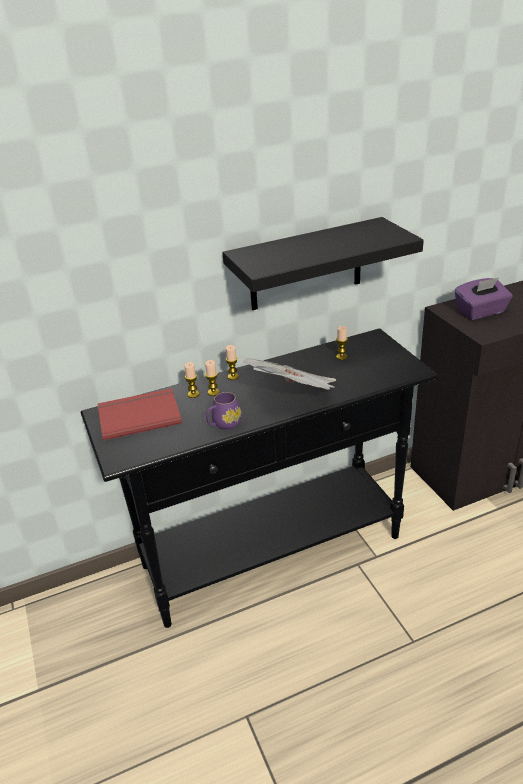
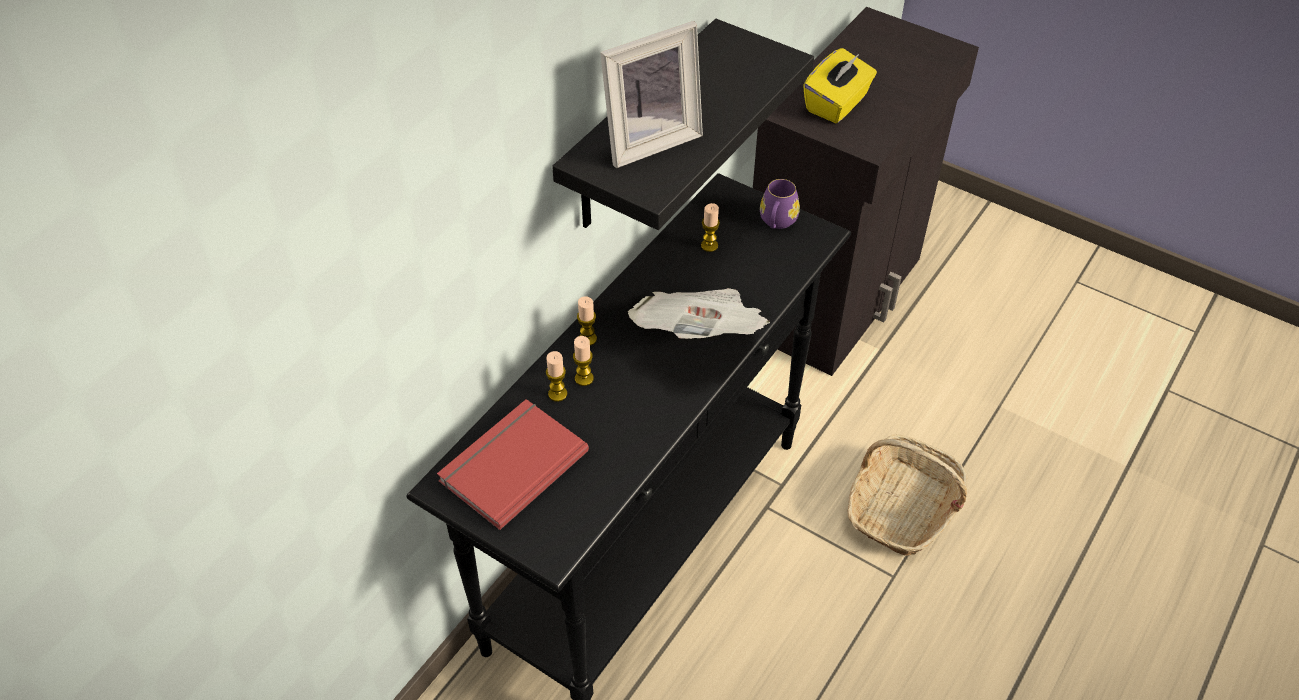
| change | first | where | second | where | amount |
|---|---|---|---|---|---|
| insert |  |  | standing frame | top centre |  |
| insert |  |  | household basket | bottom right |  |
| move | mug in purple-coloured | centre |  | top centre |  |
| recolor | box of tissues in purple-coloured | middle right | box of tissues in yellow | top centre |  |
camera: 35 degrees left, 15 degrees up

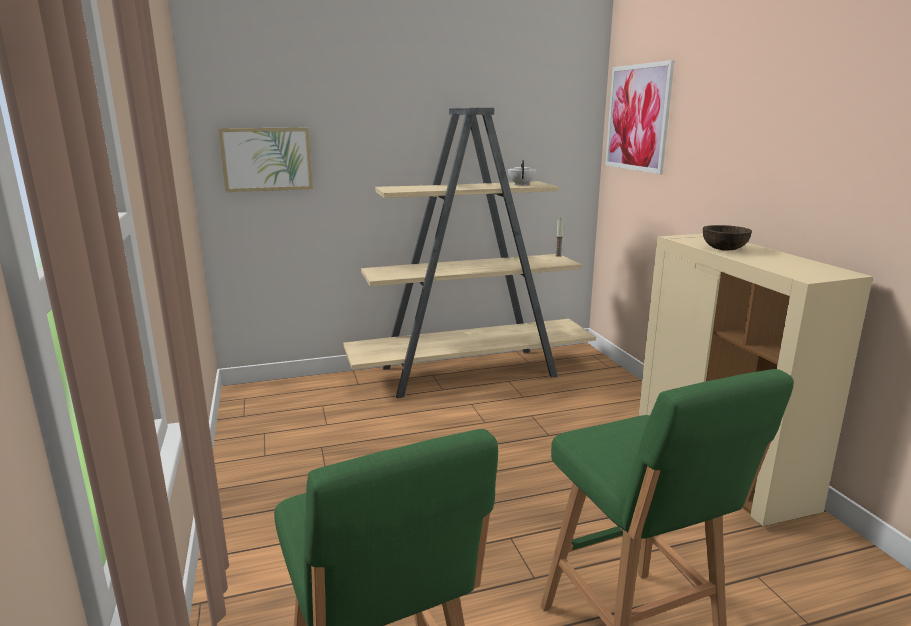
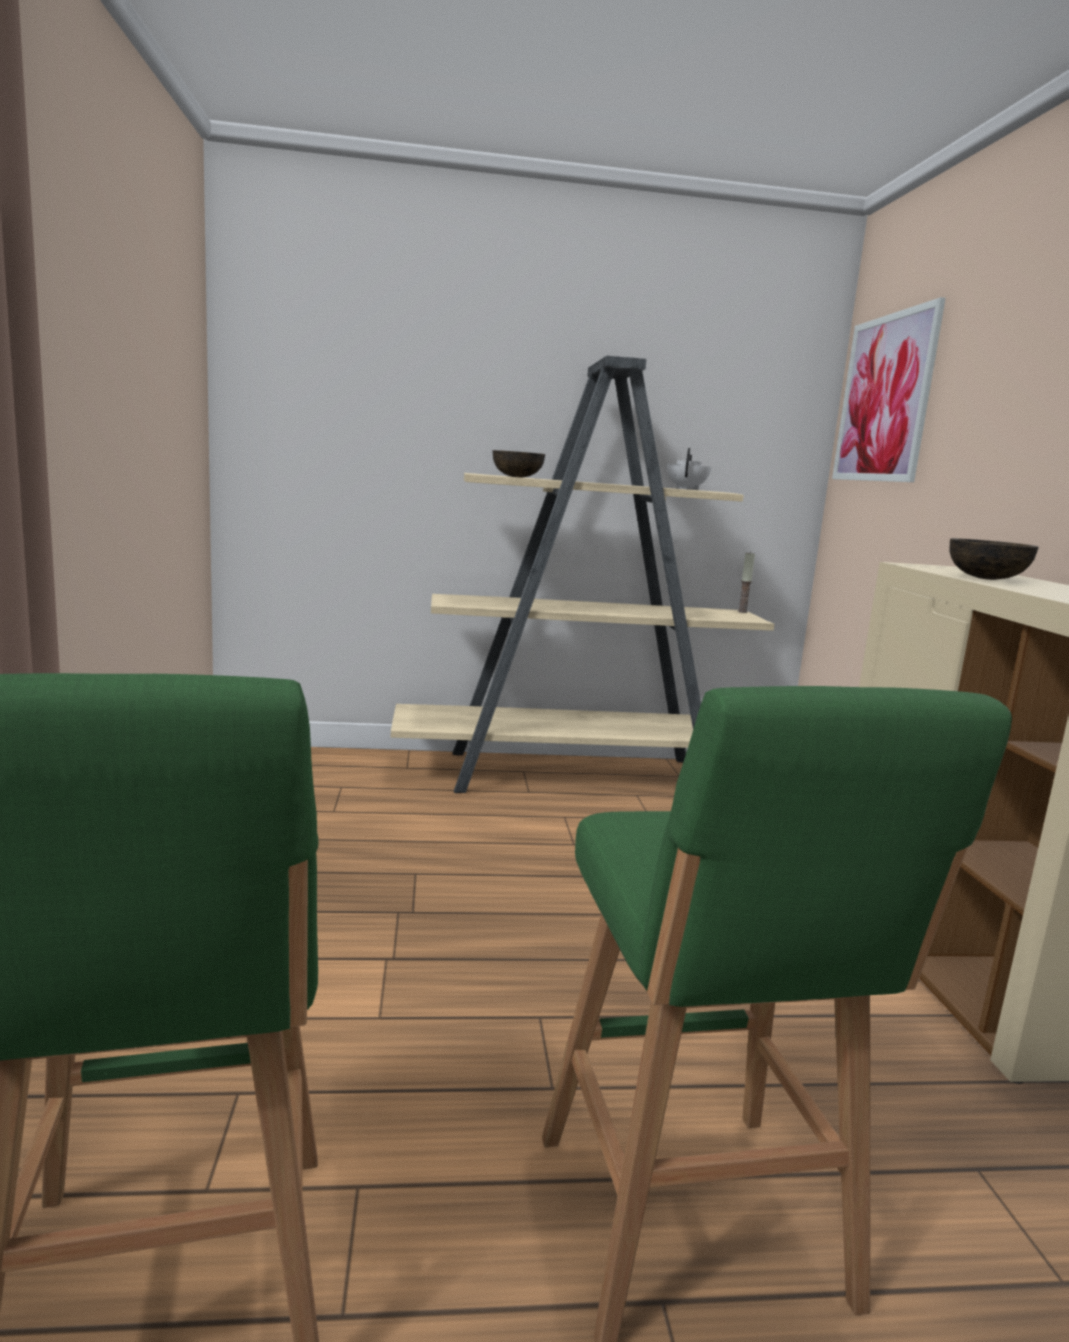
| change | first | where | second | where | amount |
|---|---|---|---|---|---|
| delete | wall picture (1st from left) | top left |  |  |  |
| insert |  |  | deep dish in brownish (1st from left) | centre |  |
camera: 10 degrees right, 5 degrees down

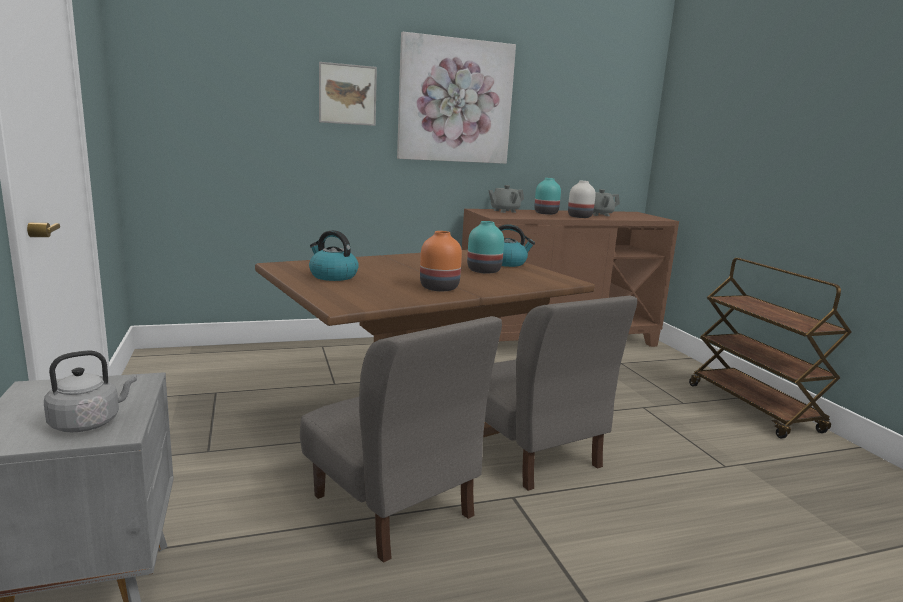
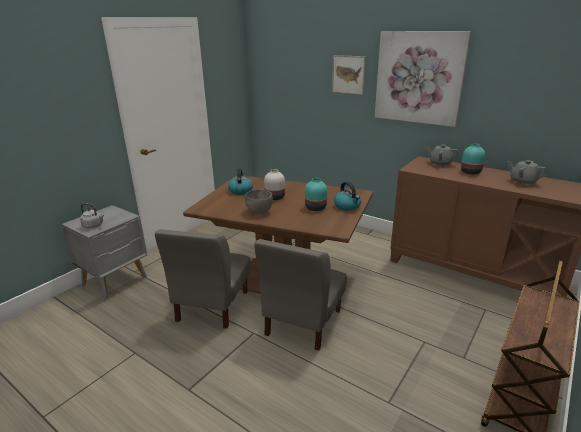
| change | first | where | second | where | amount |
|---|---|---|---|---|---|
| move | decorative vase in white | top centre |  | centre |  |
| replace | decorative vase in orangey | centre | deep dish in grey | centre |  |
camera: 55 degrees right, 10 degrees up

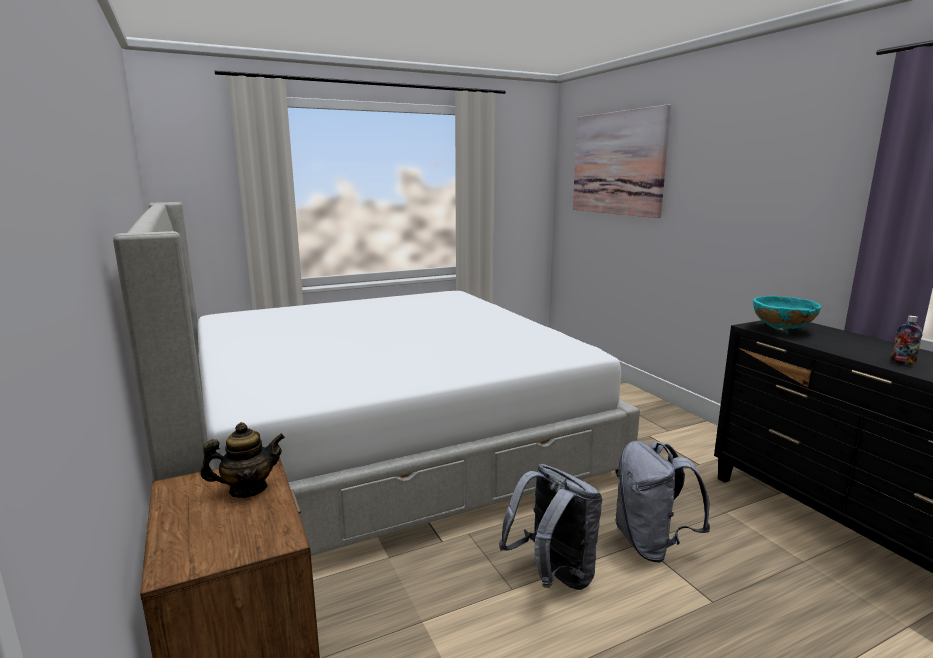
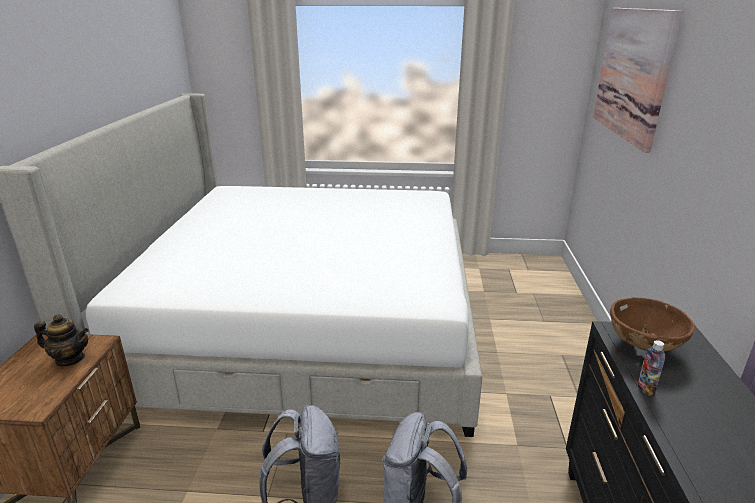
| change | first | where | second | where | amount |
|---|---|---|---|---|---|
| move | bottle | middle right |  | bottom right |  |
| recolor | deep dish in blue-green | middle right | deep dish in brownish | middle right |  |
camera: 30 degrees right, 10 degrees up

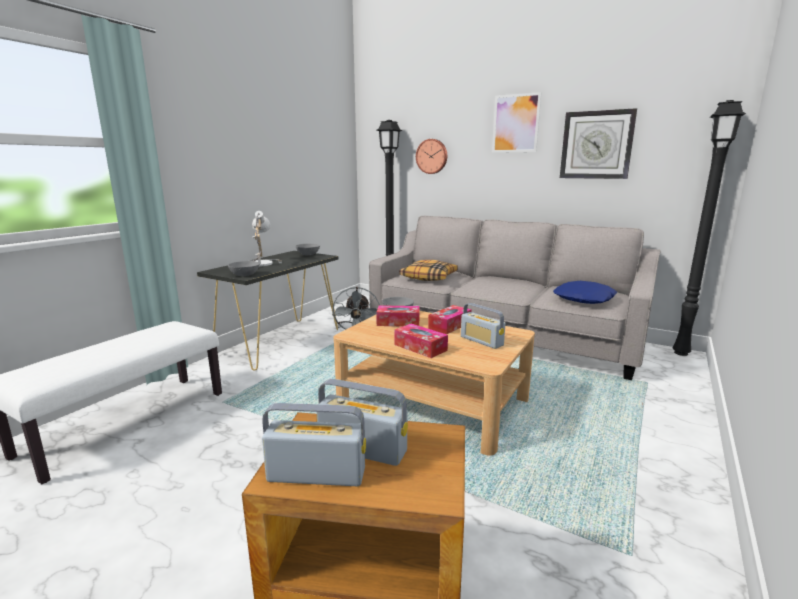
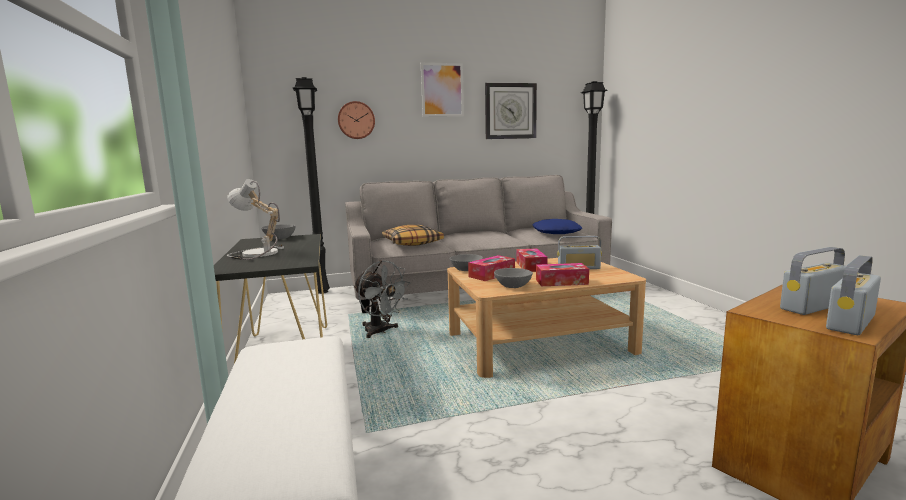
| change | first | where | second | where | amount |
|---|---|---|---|---|---|
| move | deep dish in grey (1st from left in the first image) | middle left | deep dish in grey (3rd from left) | centre |  |
camera: 45 degrees left, 5 degrees down

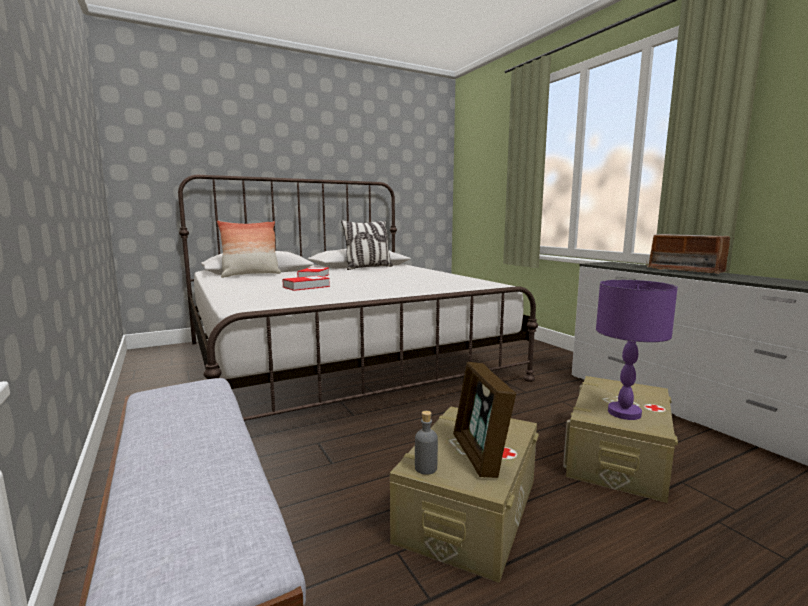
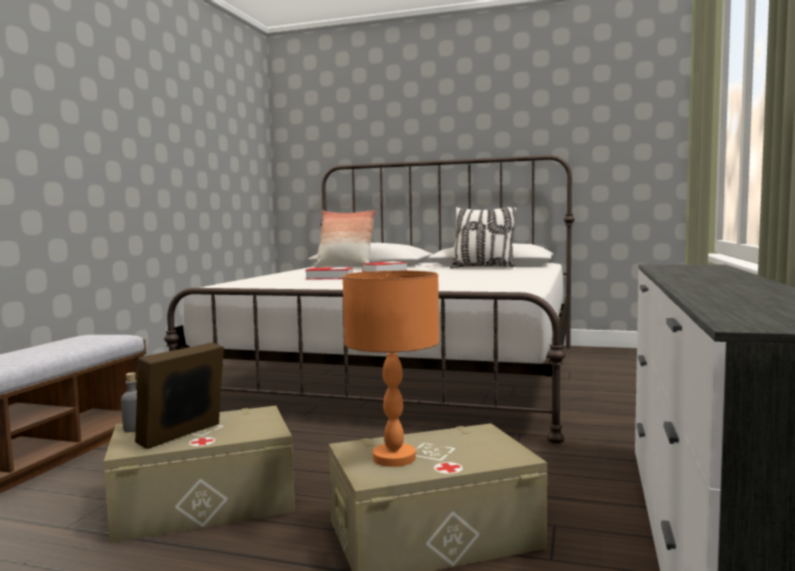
| change | first | where | second | where | amount |
|---|---|---|---|---|---|
| delete | radio receiver | middle right |  |  |  |
| recolor | tabletop lamp in purple-coloured | middle right | tabletop lamp in orangey | centre |  |
camera: 45 degrees right, 5 degrees down

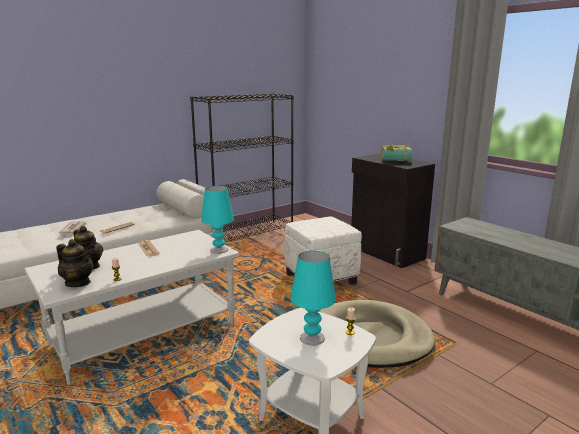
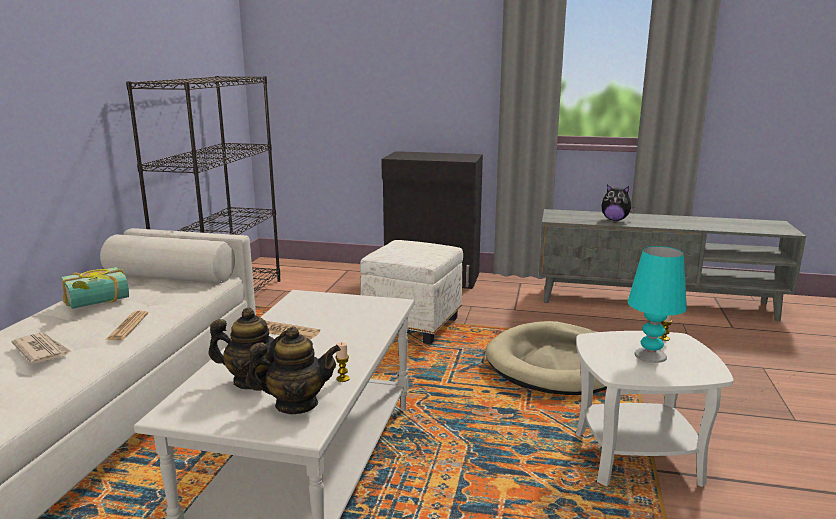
| change | first | where | second | where | amount |
|---|---|---|---|---|---|
| delete | tabletop lamp in blue-green (1st from left) | centre |  |  |  |
| insert |  |  | cuddly toy | middle right |  |
| move | volume | middle right |  | middle left |  |
camera: 40 degrees left, 0 degrees up

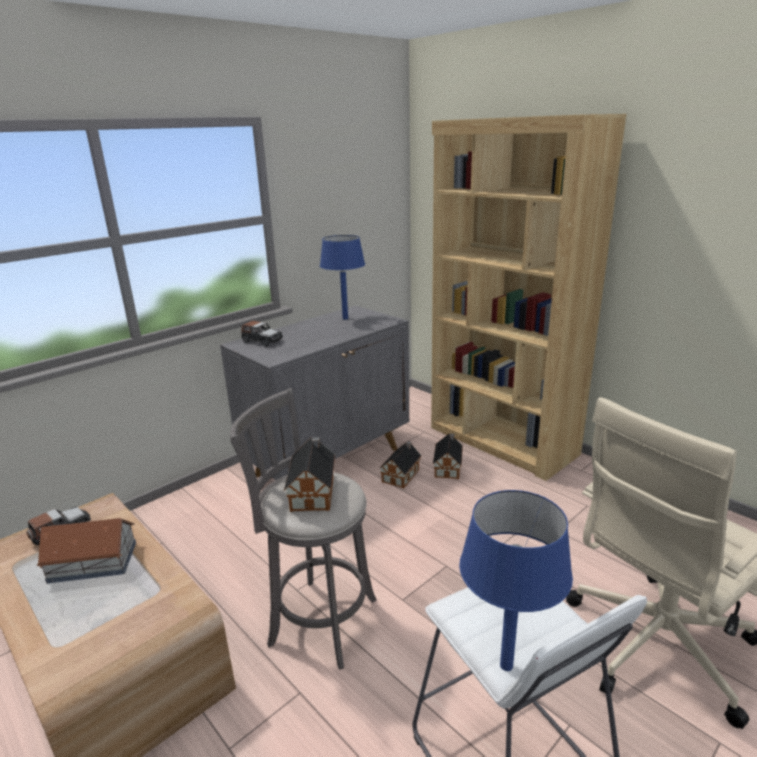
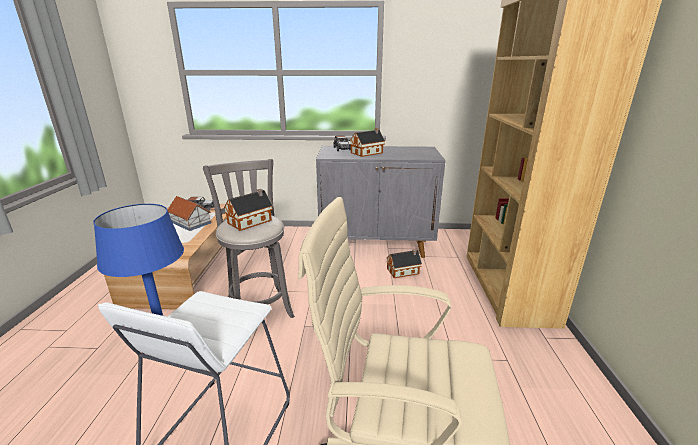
| change | first | where | second | where | amount |
|---|---|---|---|---|---|
| delete | tabletop lamp in blue (1st from left) | centre |  |  |  |
| move | miniature house (4th from left in the first image) | centre | miniature house (3rd from left) | top centre |  |
camera: 45 degrees right, 0 degrees up

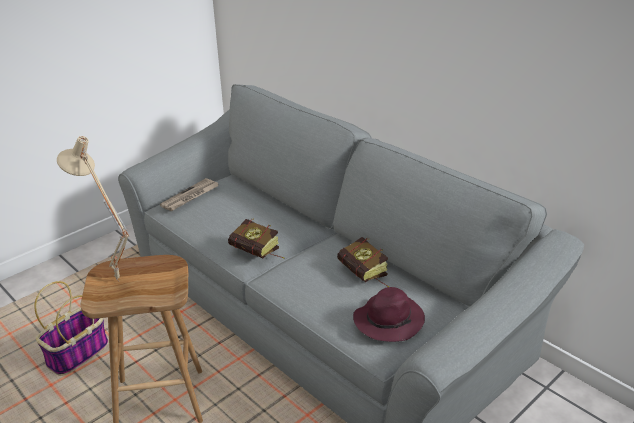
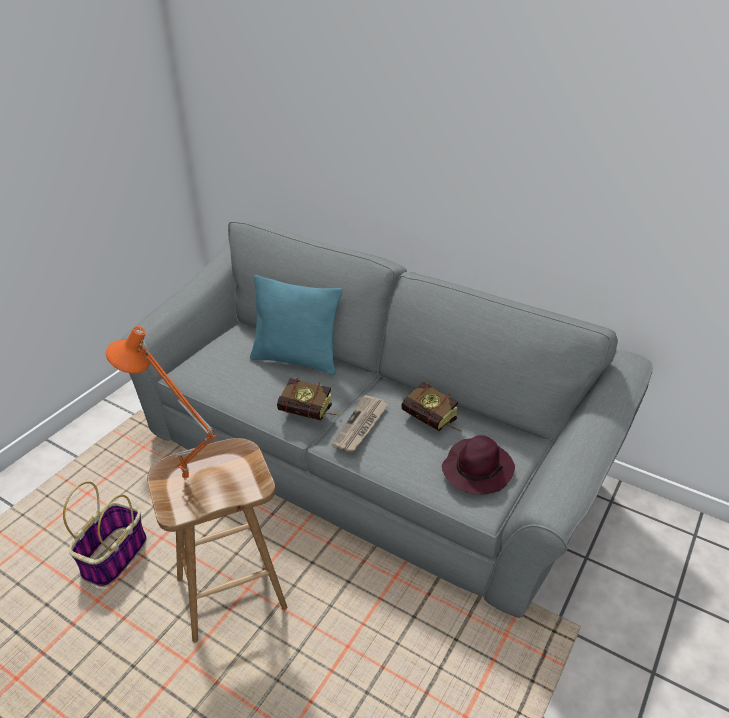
| change | first | where | second | where | amount |
|---|---|---|---|---|---|
| insert |  |  | cushion in blue-green | centre |  |
| move | printed paper | middle left |  | centre |  |
| recolor | tabletop lamp in beige-coloured | middle left | tabletop lamp in orangey | middle left |  |
camera: 15 degrees left, 5 degrees up

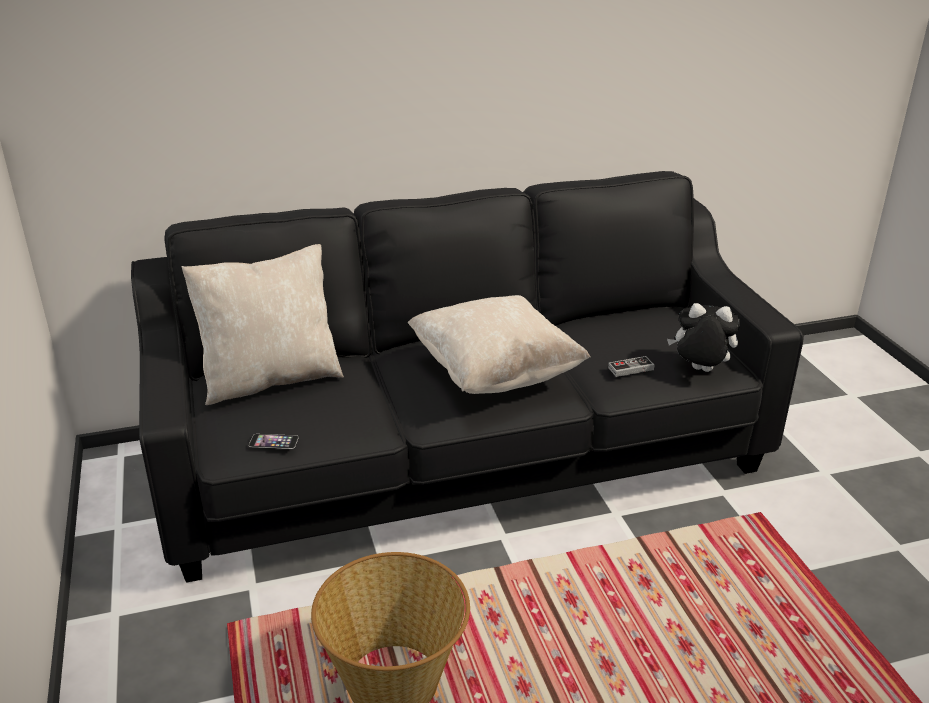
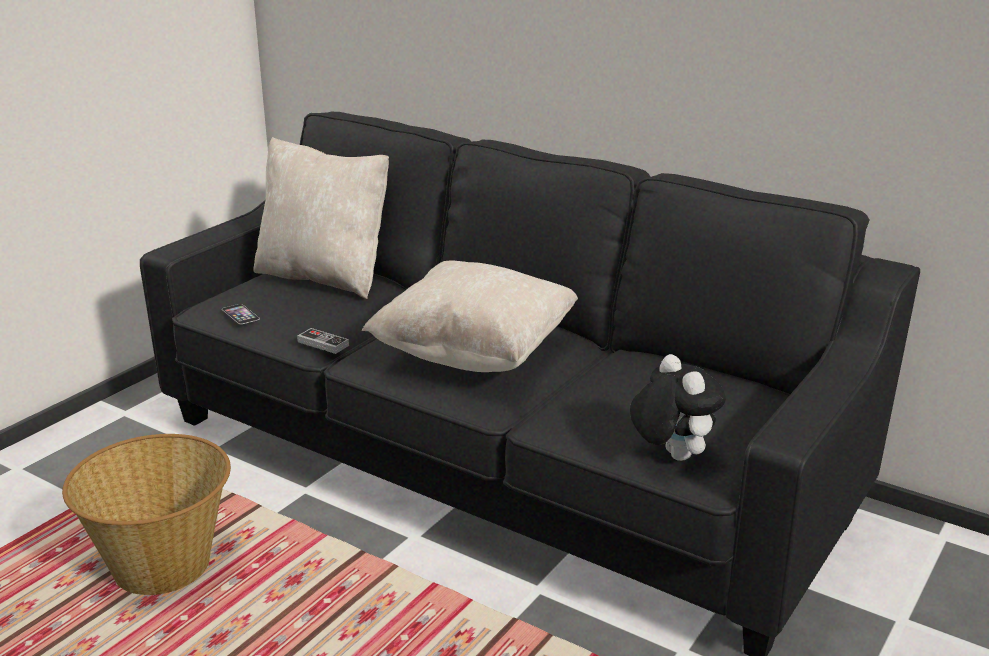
| change | first | where | second | where | amount |
|---|---|---|---|---|---|
| move | joypad | middle right |  | middle left |  |
camera: 50 degrees right, 5 degrees down

